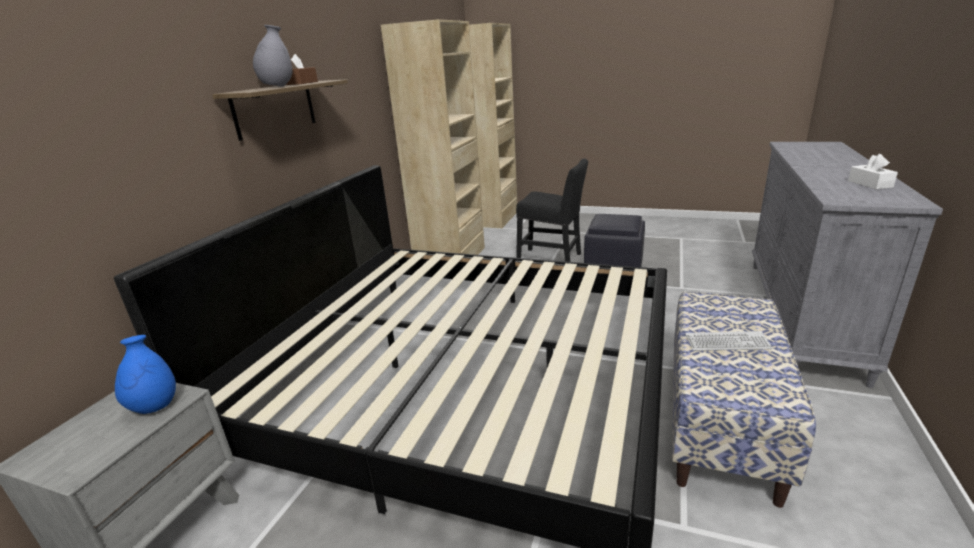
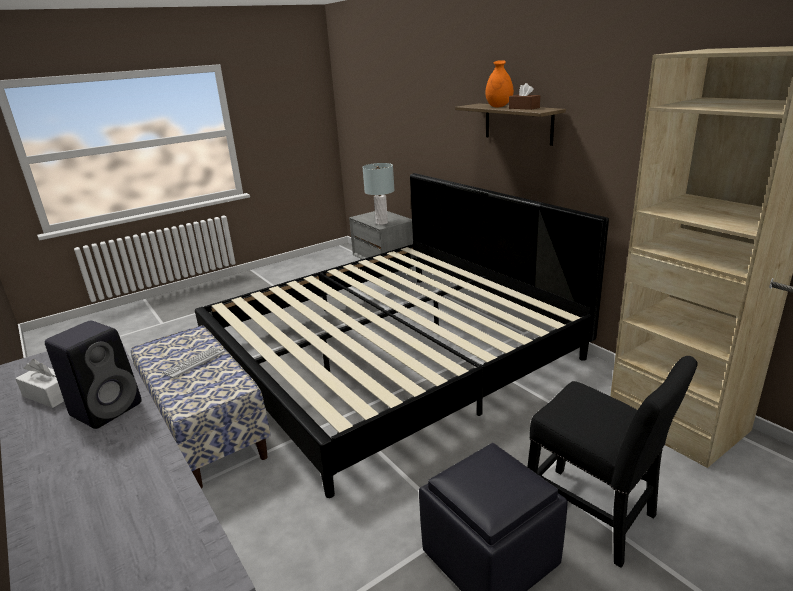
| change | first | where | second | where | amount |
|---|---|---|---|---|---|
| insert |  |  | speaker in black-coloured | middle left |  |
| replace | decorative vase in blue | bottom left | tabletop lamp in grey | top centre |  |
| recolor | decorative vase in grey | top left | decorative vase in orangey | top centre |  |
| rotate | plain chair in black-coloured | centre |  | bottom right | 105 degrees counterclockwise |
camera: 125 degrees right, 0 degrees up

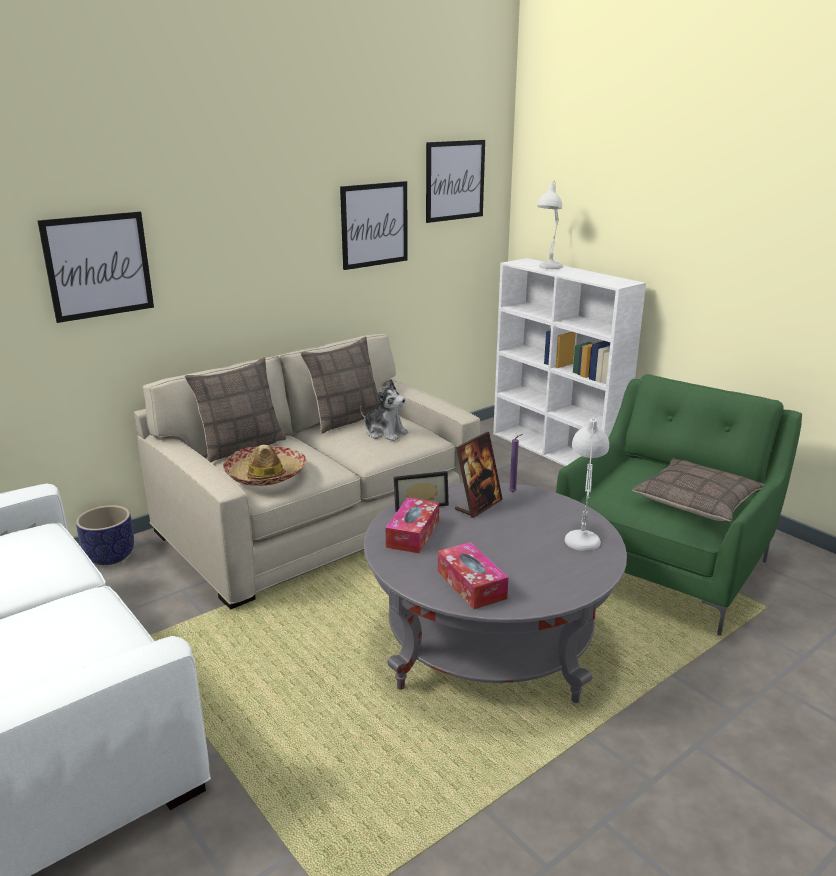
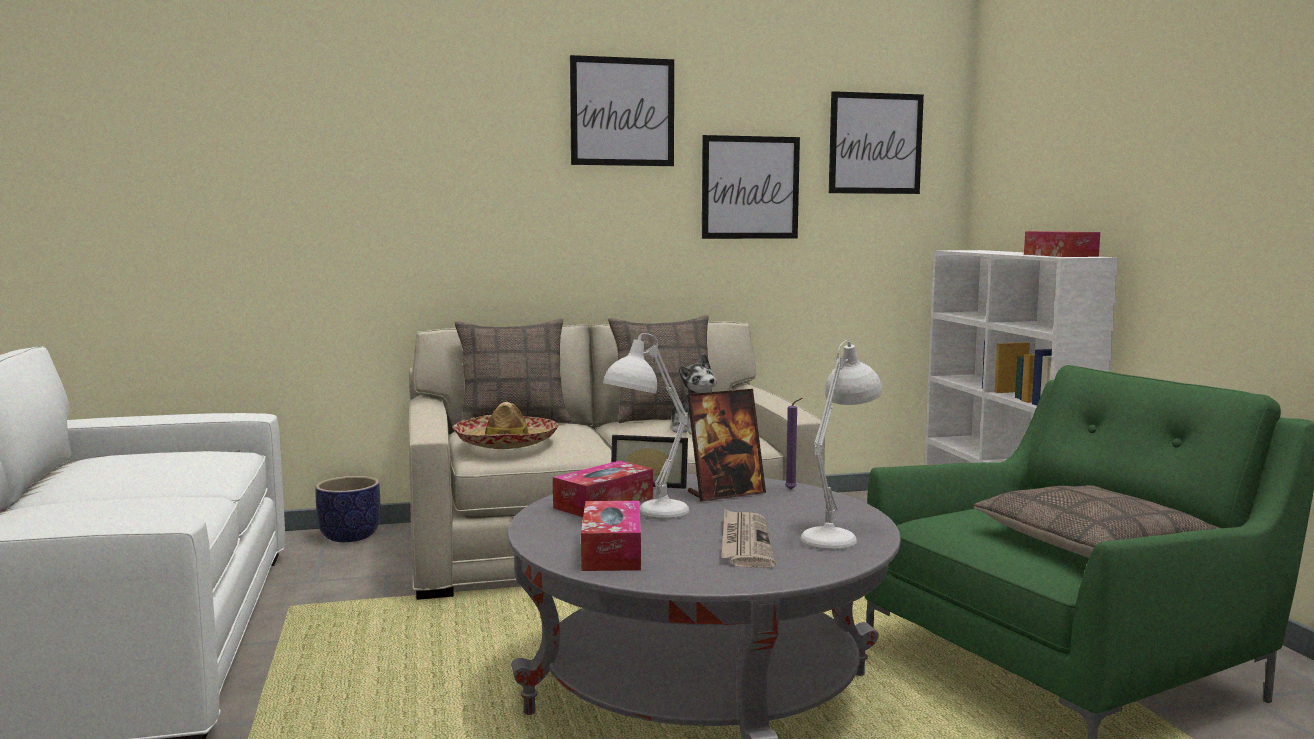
| change | first | where | second | where | amount |
|---|---|---|---|---|---|
| insert |  |  | printed paper | bottom centre |  |
| insert |  |  | box of tissues (3rd from left) | top right |  |
| move | wall picture (1st from left) | top left |  | top centre |  |
| move | tabletop lamp in white (1st from left) | top centre |  | centre |  |
camera: 25 degrees right, 15 degrees down

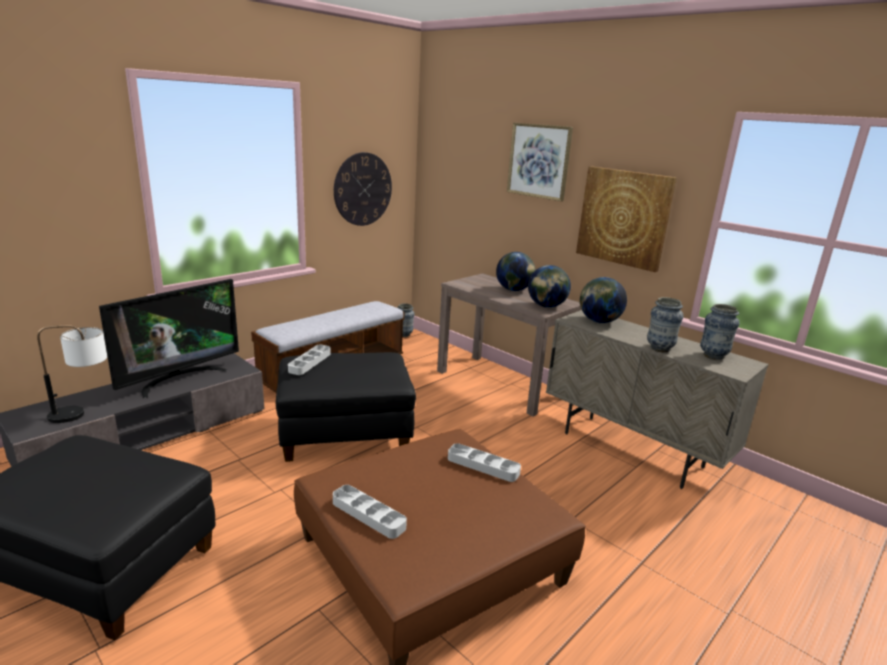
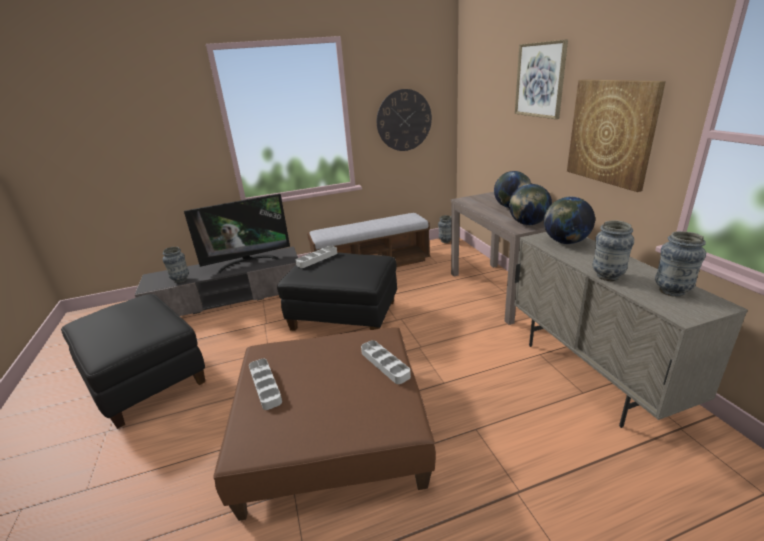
| change | first | where | second | where | amount |
|---|---|---|---|---|---|
| replace | tabletop lamp | middle left | decorative vase (1st from left) | middle left |  |
camera: 30 degrees right, 5 degrees up

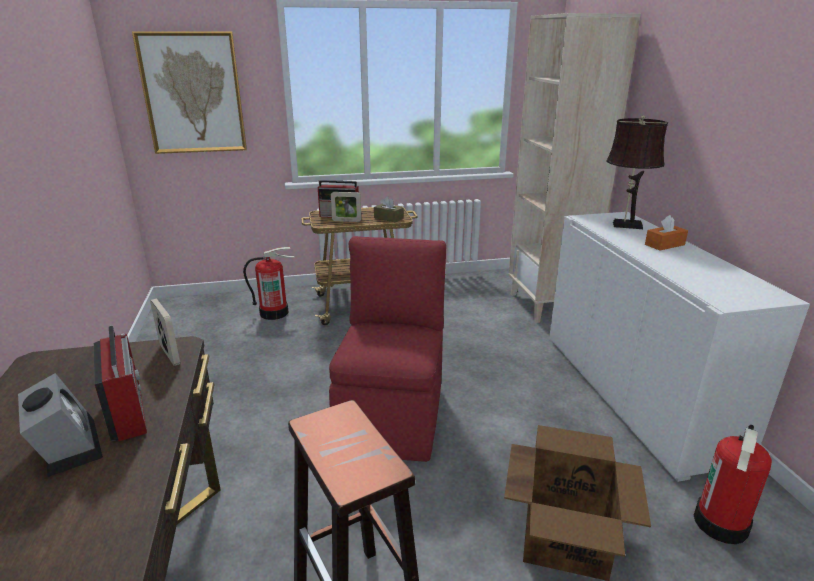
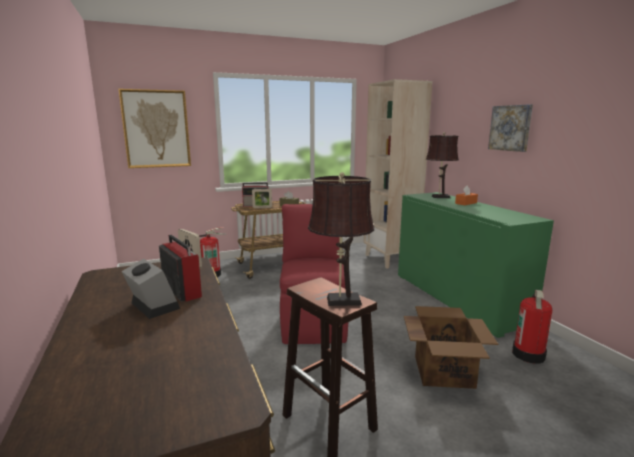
| change | first | where | second | where | amount |
|---|---|---|---|---|---|
| insert |  |  | tabletop lamp in brownish (1st from left) | centre |  |
| insert |  |  | wall picture (2nd from left) | top right |  |
| recolor | cabinet in white | middle right | cabinet in green | middle right |  |
camera: 10 degrees left, 10 degrees down

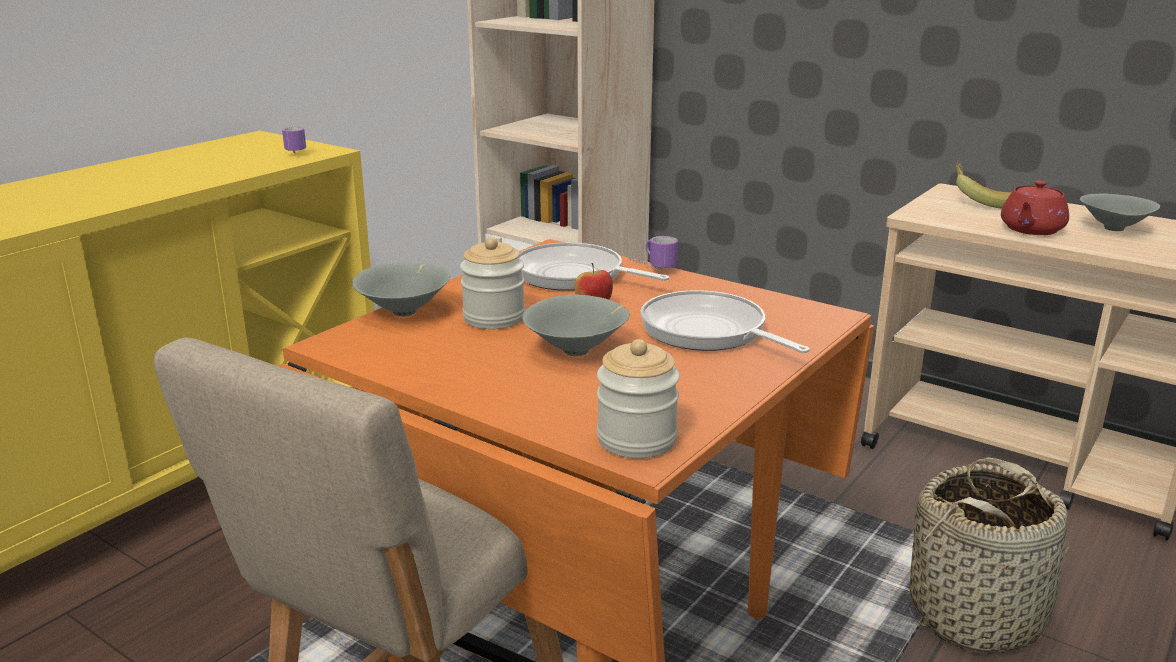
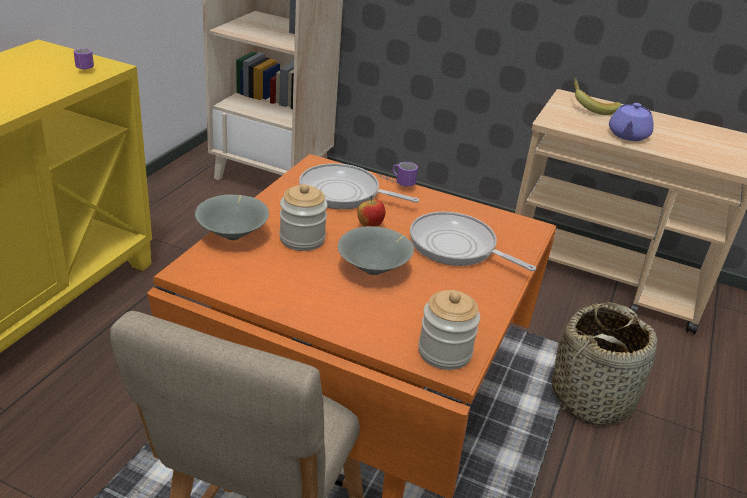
| change | first | where | second | where | amount |
|---|---|---|---|---|---|
| delete | deep dish in grey (3rd from left) | top right |  |  |  |
| recolor | tea pot in red-coloured | top right | tea pot in purple-coloured | top right |  |
camera: 15 degrees left, 10 degrees up

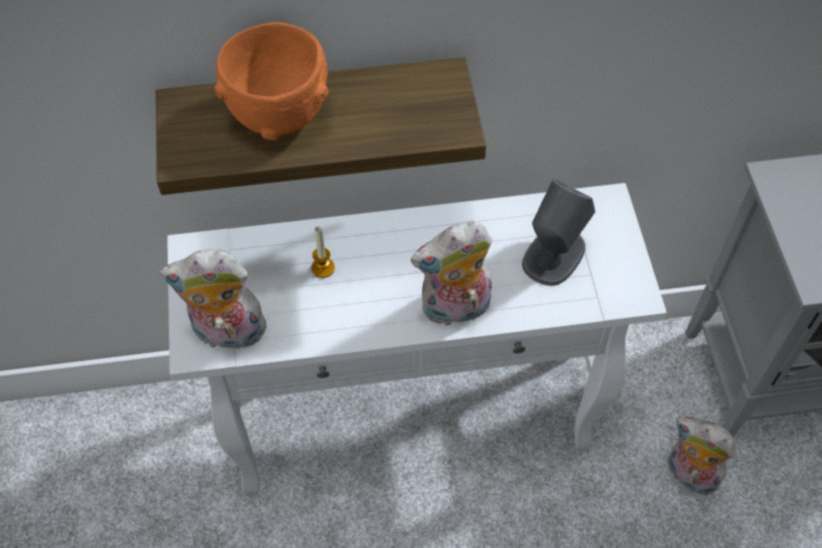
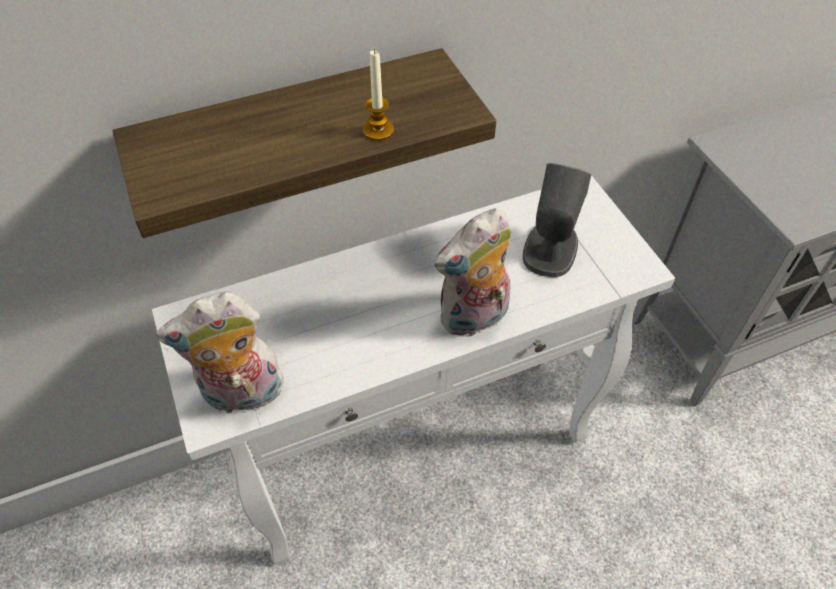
| change | first | where | second | where | amount |
|---|---|---|---|---|---|
| delete | deep dish in orangey | top left |  |  |  |
| delete | cuddly toy (3rd from left) | bottom right |  |  |  |
| move | candle | centre |  | top centre |  |
camera: 15 degrees left, 5 degrees down

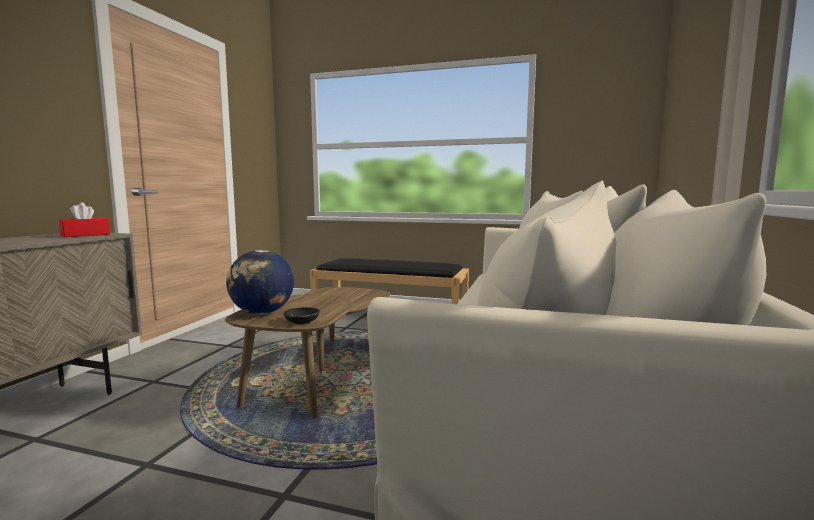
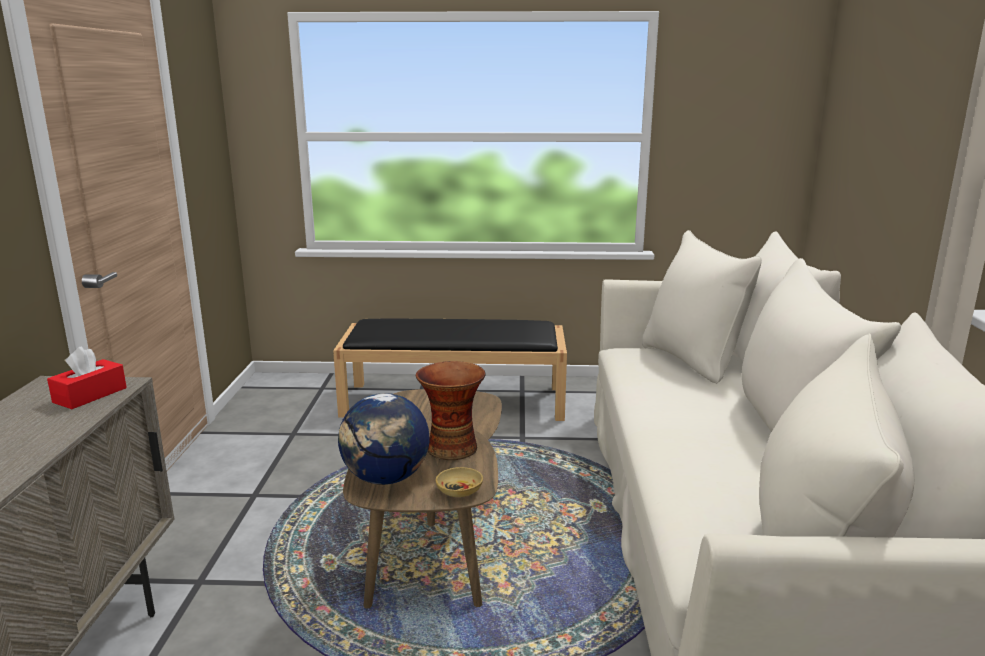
| change | first | where | second | where | amount |
|---|---|---|---|---|---|
| insert |  |  | decorative vase | centre |  |
| recolor | deep dish in black-coloured | centre | deep dish in beige-coloured | bottom centre |  |
camera: 15 degrees left, 10 degrees up

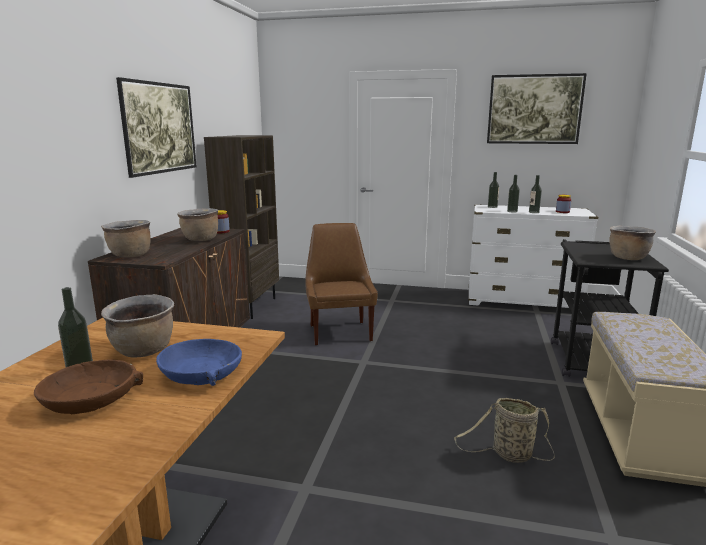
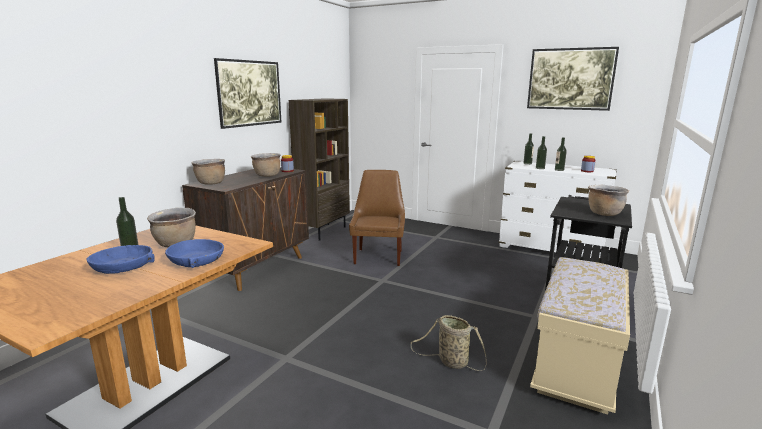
| change | first | where | second | where | amount |
|---|---|---|---|---|---|
| recolor | deep dish in brownish | bottom left | deep dish in blue (1st from left) | middle left |  |
camera: 15 degrees right, 0 degrees up

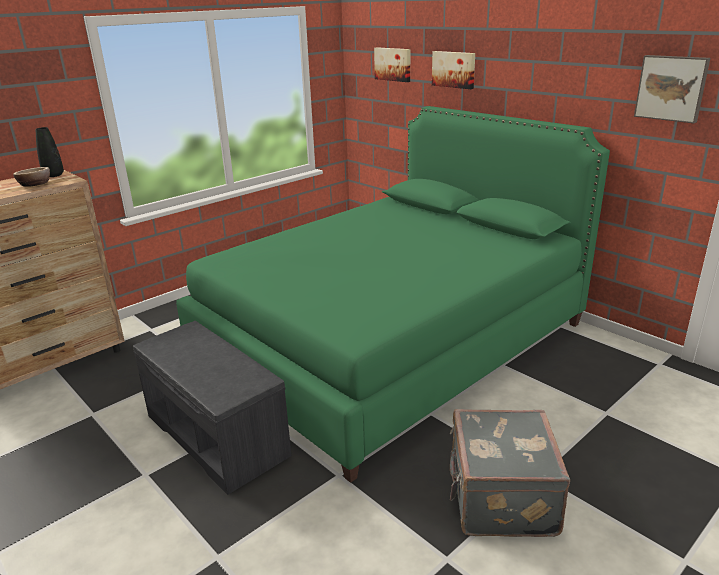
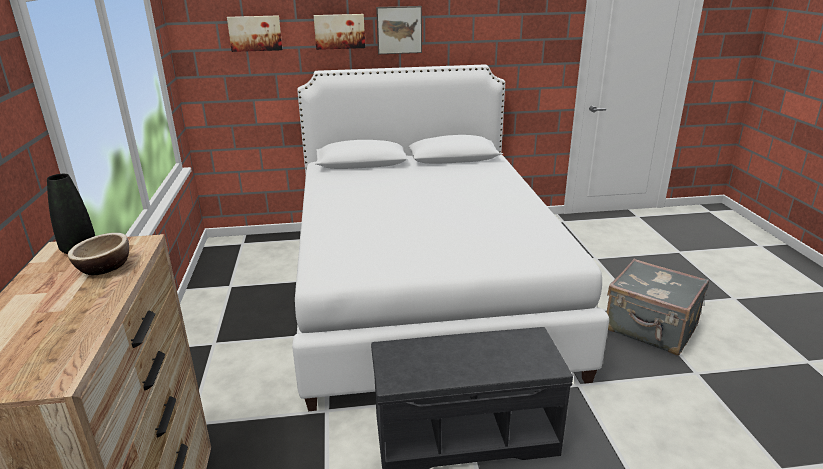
| change | first | where | second | where | amount |
|---|---|---|---|---|---|
| move | wall picture (3rd from left) | top right |  | top centre |  |
| recolor | bed in green | centre | bed in white | centre |  |
camera: 55 degrees left, 0 degrees up

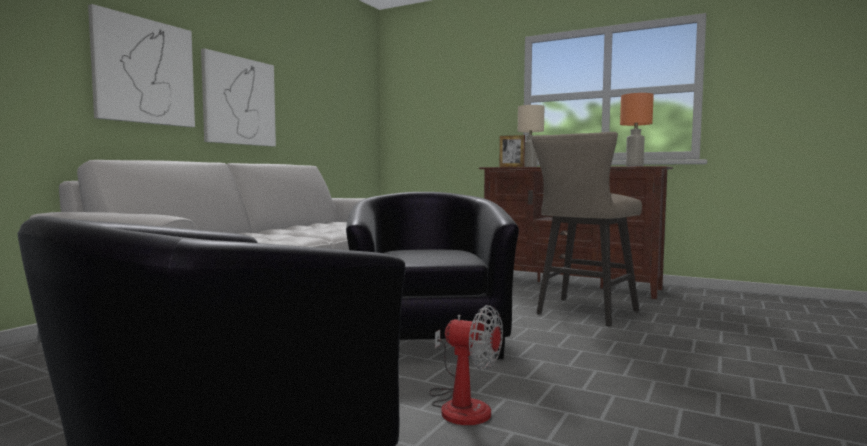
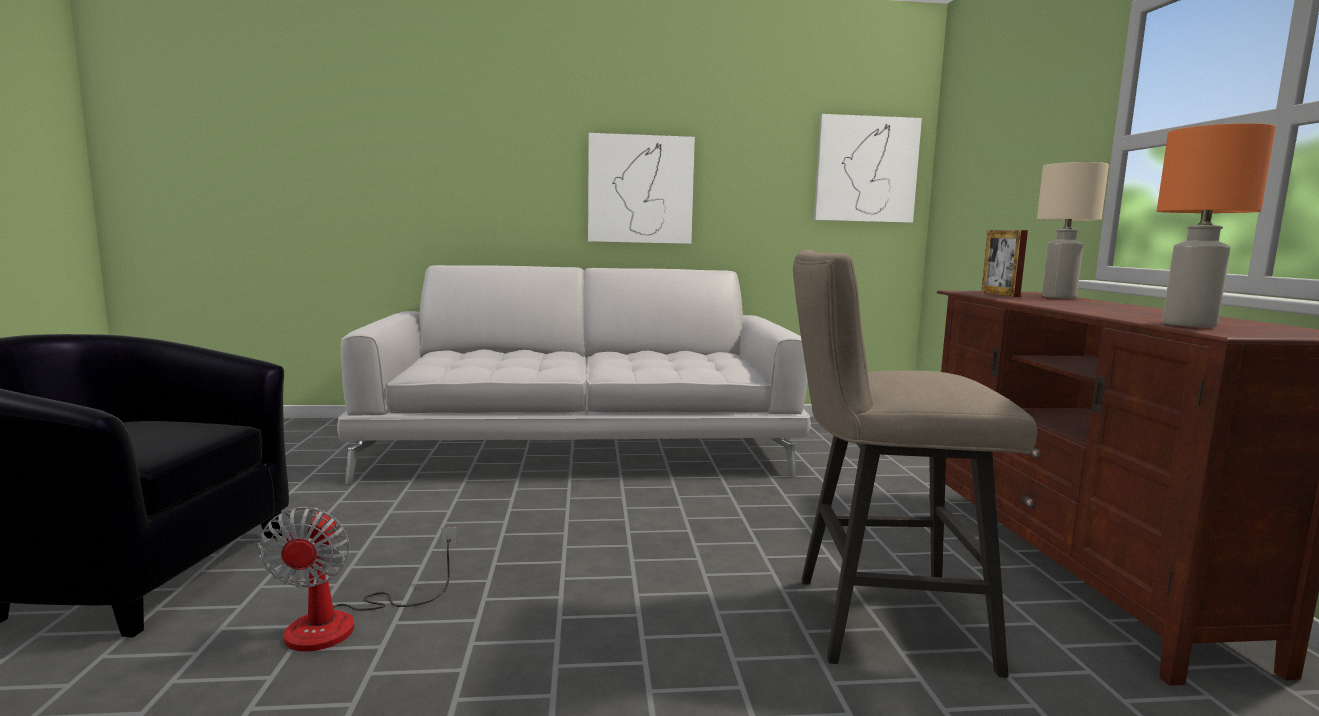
| change | first | where | second | where | amount |
|---|---|---|---|---|---|
| delete | lounge chair in black-coloured (2nd from left) | centre |  |  |  |
| move | wall picture (1st from left in the first image) | top left | wall picture (2nd from left) | top centre |  |
camera: 55 degrees right, 5 degrees up

